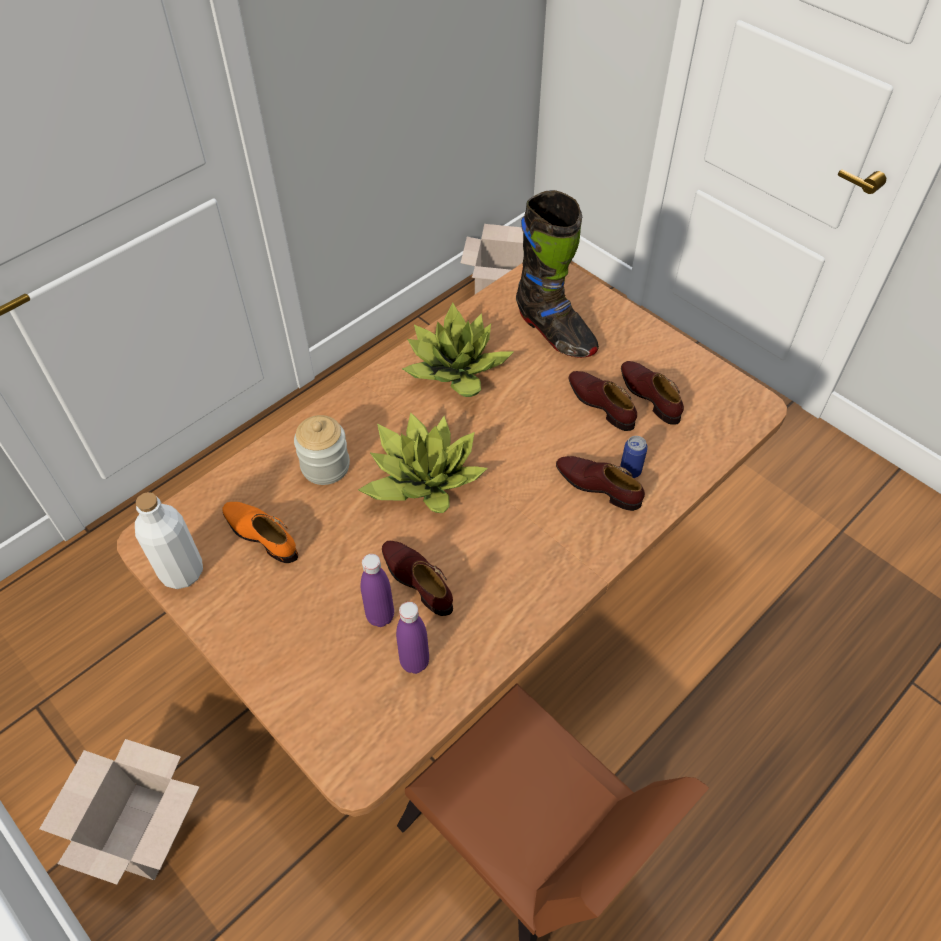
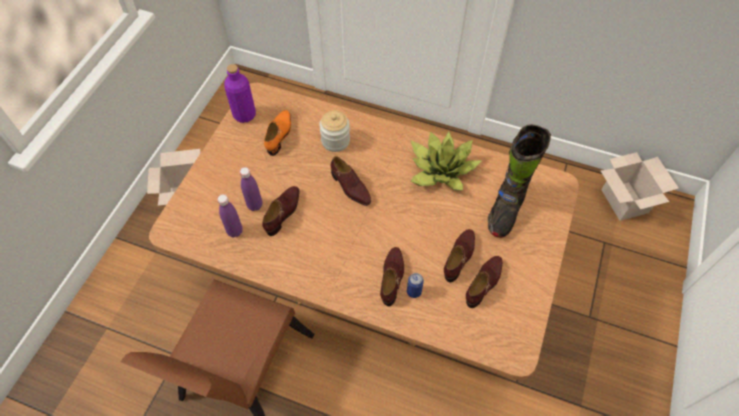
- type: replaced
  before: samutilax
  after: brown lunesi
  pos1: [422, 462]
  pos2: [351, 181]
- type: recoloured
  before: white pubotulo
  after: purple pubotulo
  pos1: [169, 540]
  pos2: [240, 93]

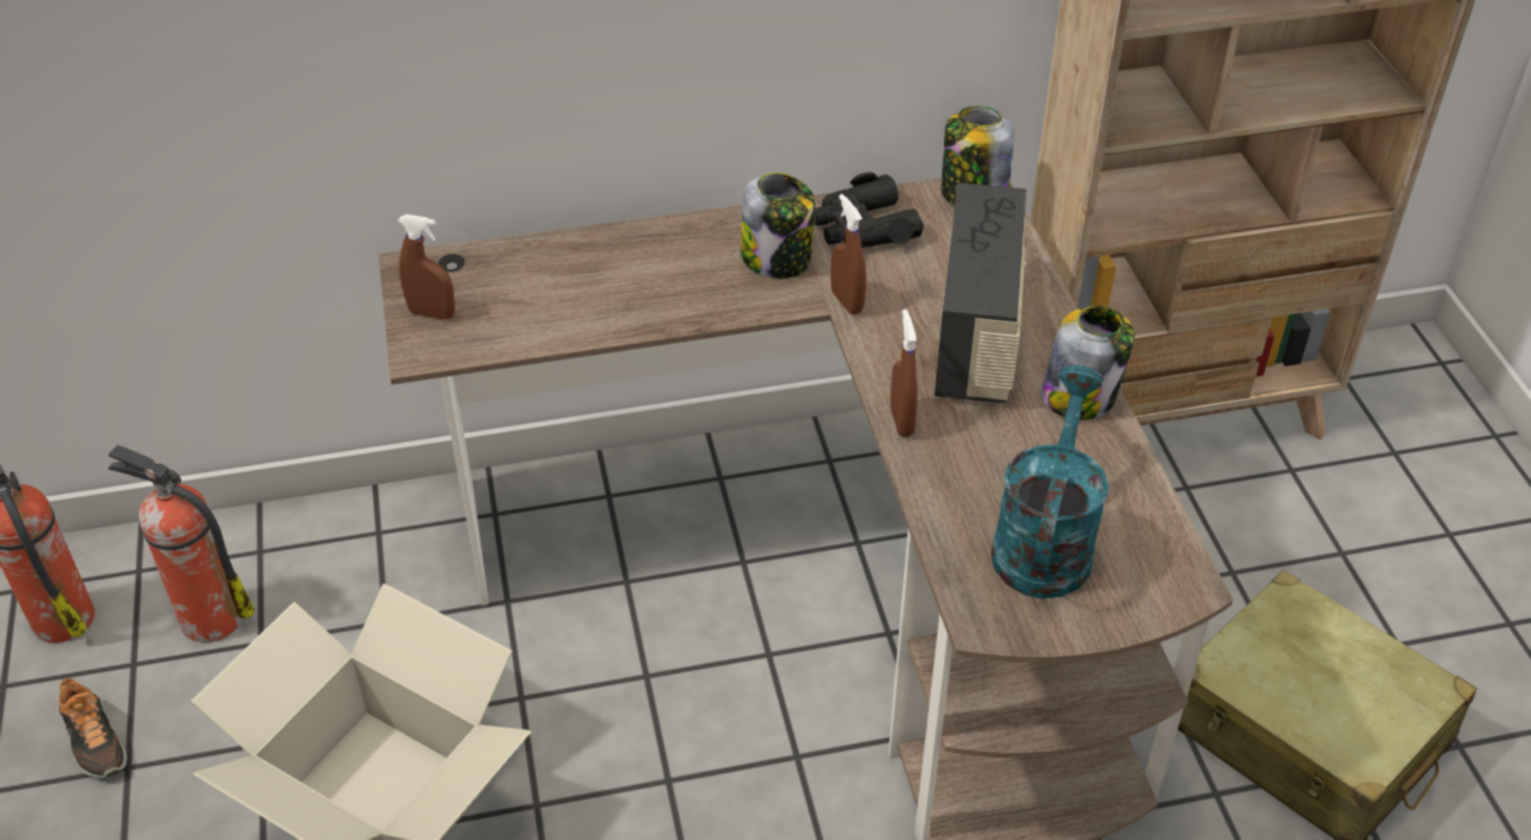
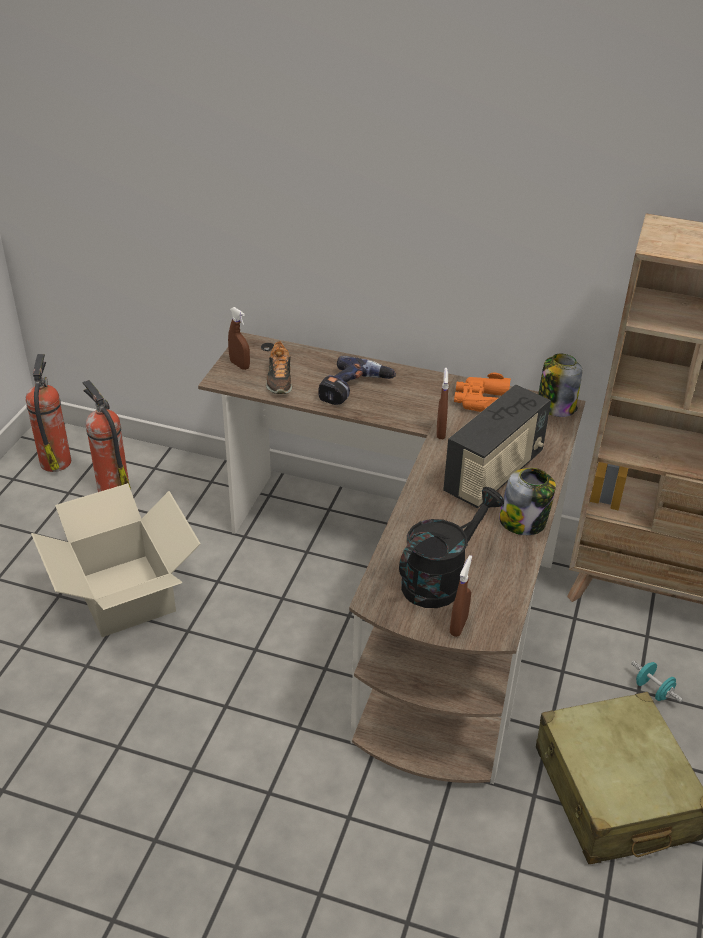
- type: removed
  before: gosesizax
  pos1: [778, 226]
- type: added
  after: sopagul
  pos2: [357, 380]
- type: added
  after: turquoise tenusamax
  pos2: [657, 681]
- type: moved
  before: lunesi
  pos1: [93, 727]
  pos2: [279, 367]
- type: moved
  before: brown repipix
  pos1: [904, 373]
  pos2: [461, 596]
- type: recoloured
  before: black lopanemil
  after: orange lopanemil
  pos1: [869, 210]
  pos2: [482, 392]
- type: recoloured
  before: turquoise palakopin
  after: black palakopin
  pos1: [1050, 482]
  pos2: [451, 547]

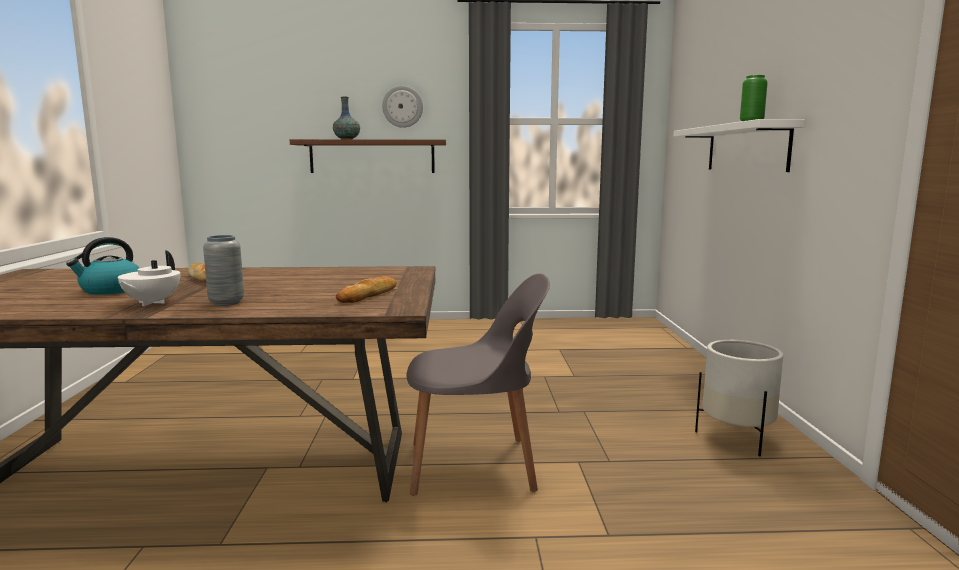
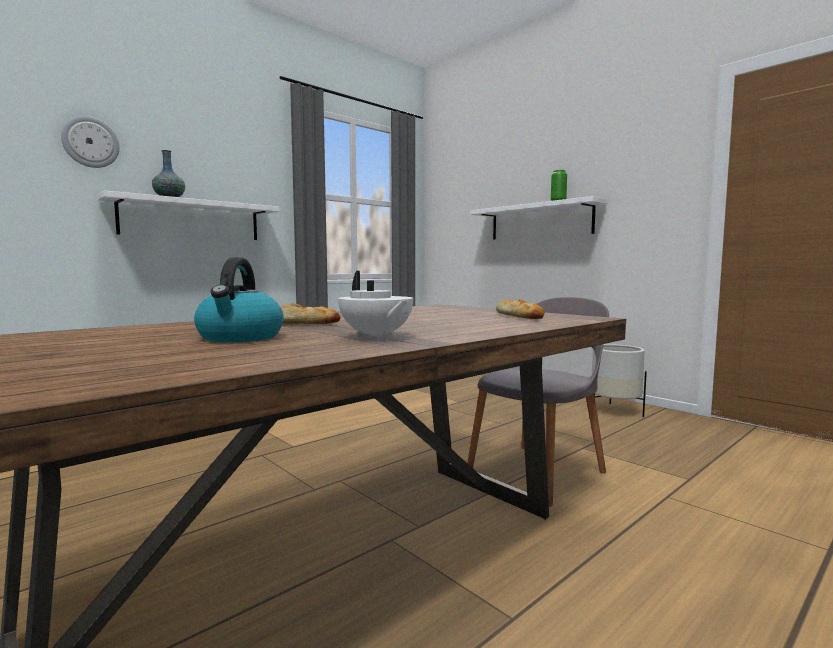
- type: removed
  before: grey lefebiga
  pos1: [223, 270]
- type: moved
  before: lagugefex
  pos1: [402, 106]
  pos2: [90, 142]
- type: recoloured
  before: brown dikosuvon
  after: white dikosuvon
  pos1: [368, 156]
  pos2: [188, 215]

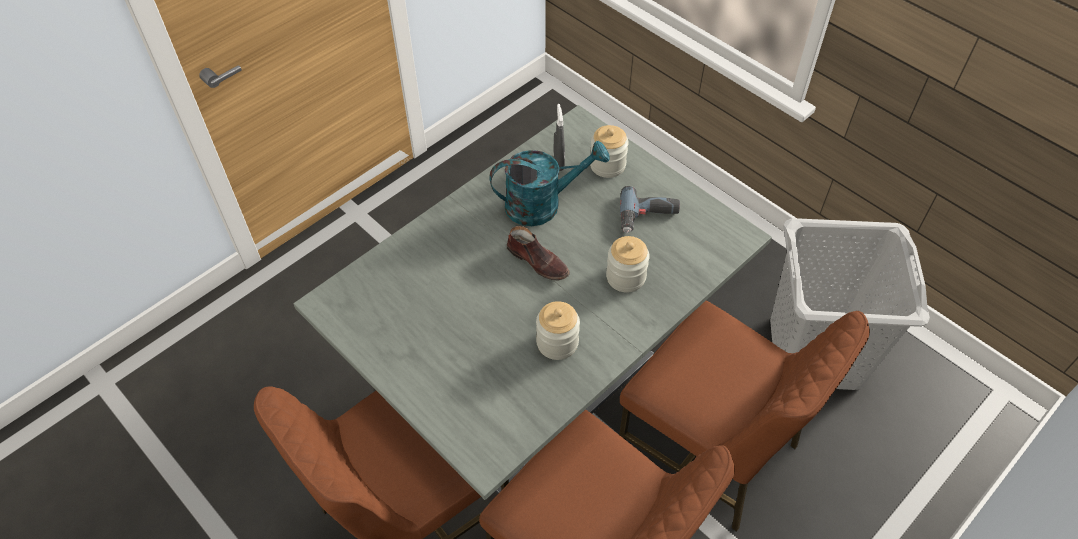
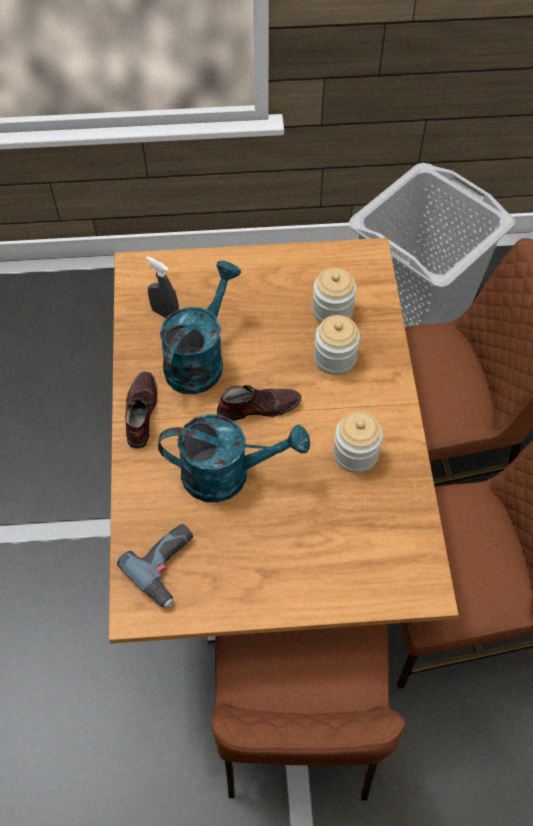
- type: added
  after: brown lunesi
  pos2: [141, 410]
- type: added
  after: turquoise palakopin
  pos2: [234, 458]
- type: moved
  before: gosesizax
  pos1: [609, 151]
  pos2: [334, 295]
- type: moved
  before: sopagul
  pos1: [650, 209]
  pos2: [155, 566]
- type: recoloured
  before: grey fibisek
  after: brown fibisek
  pos1: [532, 302]
  pos2: [284, 441]

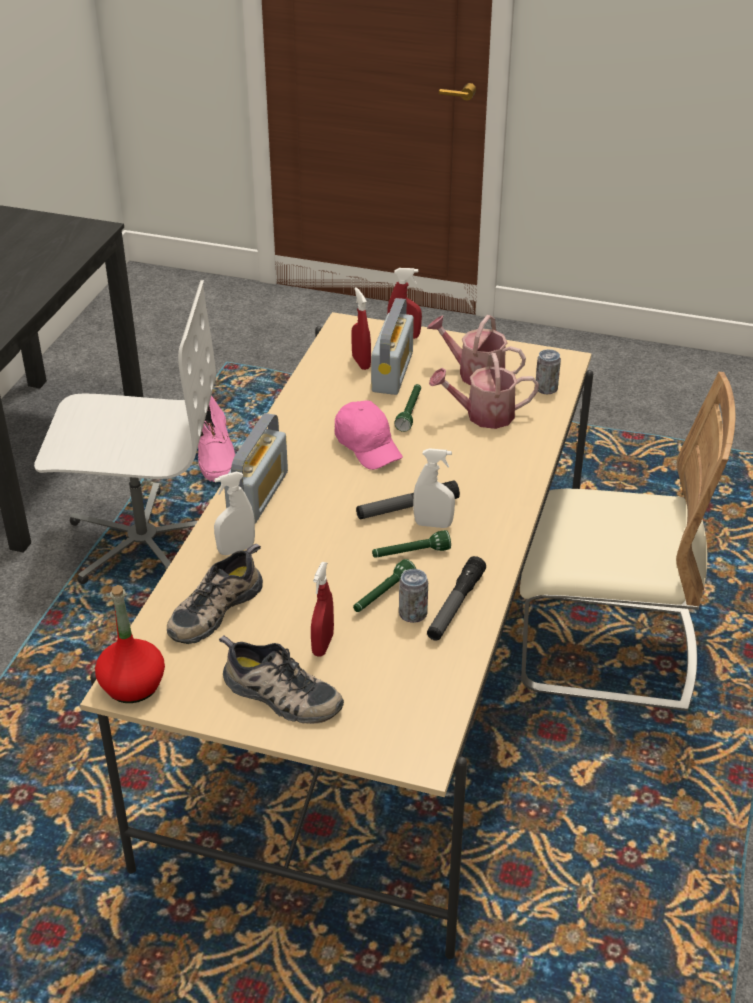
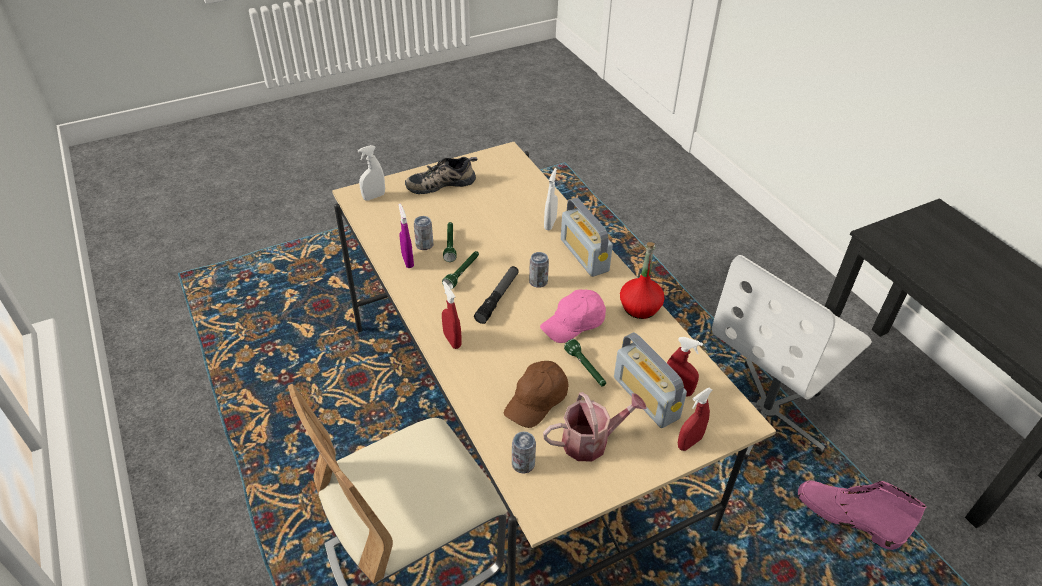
- type: removed
  before: lunesi
  pos1: [215, 594]
- type: added
  after: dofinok
  pos2: [539, 270]
- type: moved
  before: red pubotulo
  pos1: [130, 644]
  pos2: [642, 280]
- type: moved
  before: red repipix
  pos1: [322, 609]
  pos2: [452, 315]
- type: moved
  before: white repipix
  pos1: [434, 488]
  pos2: [371, 172]
- type: replaced
  before: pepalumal
  after: purple repipix
  pos1: [456, 598]
  pos2: [406, 235]
- type: replaced
  before: palakopin
  after: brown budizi
  pos1: [484, 391]
  pos2: [536, 394]
- type: turned
  before: pink budizi
  pos1: [368, 435]
  pos2: [573, 316]
  turn: -45

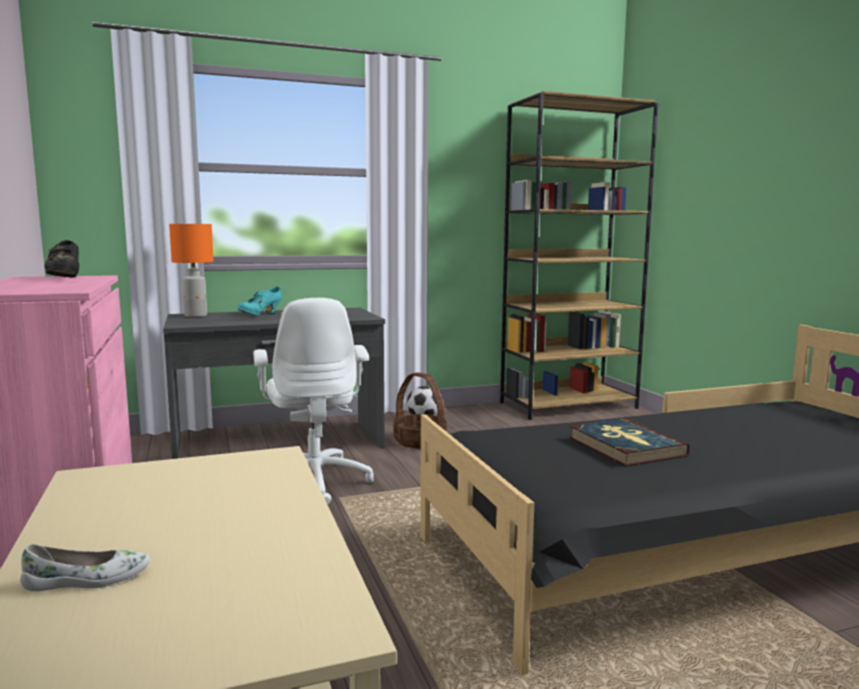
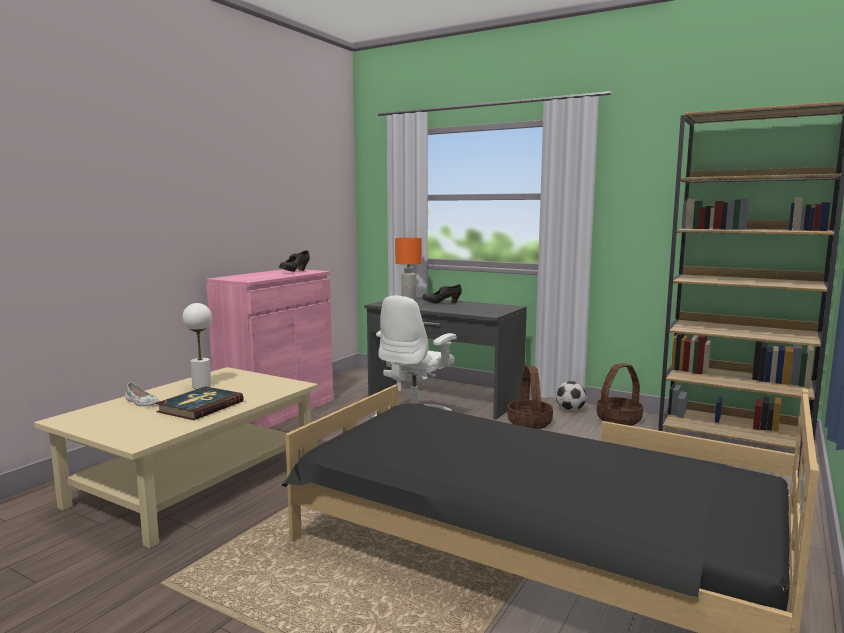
- type: added
  after: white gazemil
  pos2: [197, 346]
- type: added
  after: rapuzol
  pos2: [620, 394]
- type: moved
  before: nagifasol
  pos1: [629, 442]
  pos2: [200, 403]
- type: recoloured
  before: turquoise lunesi
  after: black lunesi
  pos1: [259, 300]
  pos2: [442, 293]

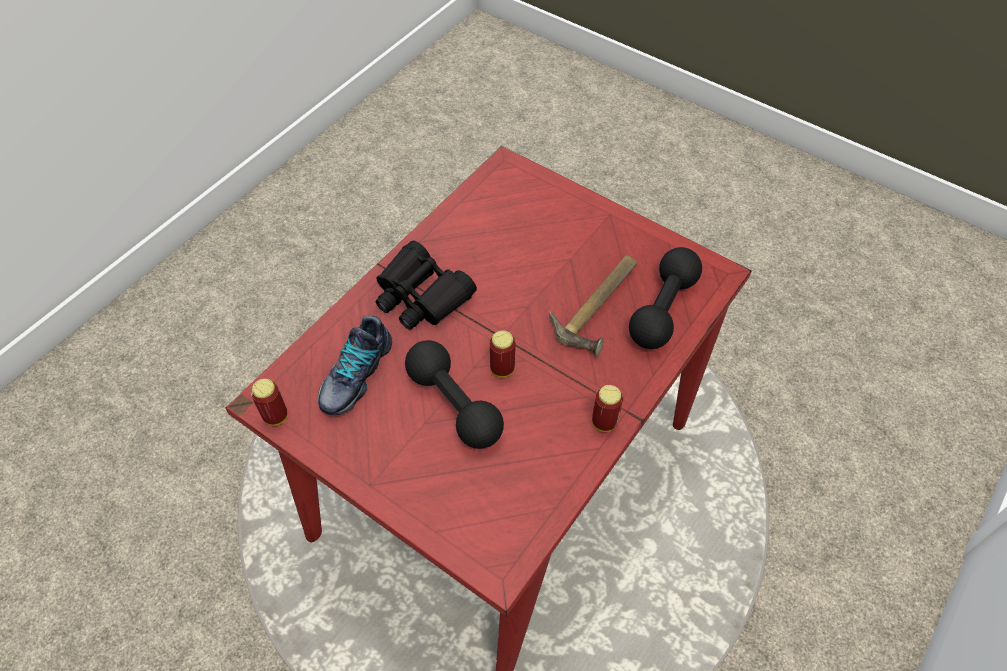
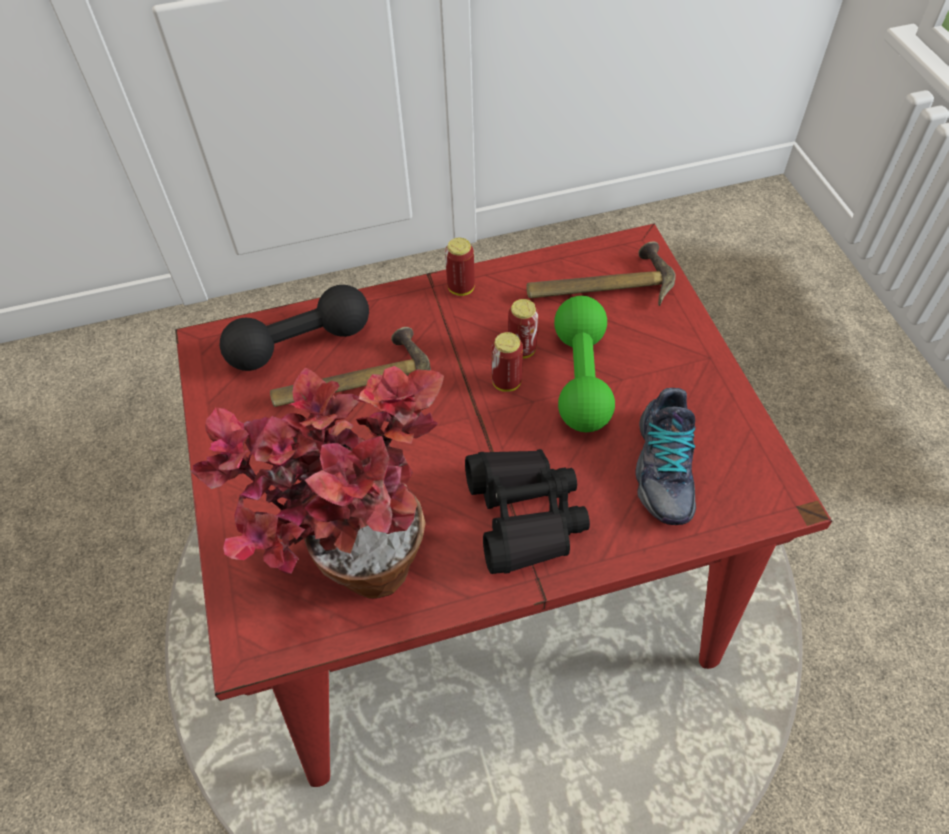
- type: added
  after: samutilax
  pos2: [317, 482]
- type: added
  after: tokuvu
  pos2: [601, 273]
- type: moved
  before: dofinok
  pos1: [269, 402]
  pos2: [523, 329]
- type: recoloured
  before: black tenusamax
  after: green tenusamax
  pos1: [454, 394]
  pos2: [584, 364]
- type: turned
  before: lunesi
  pos1: [355, 365]
  pos2: [665, 456]
  turn: 120

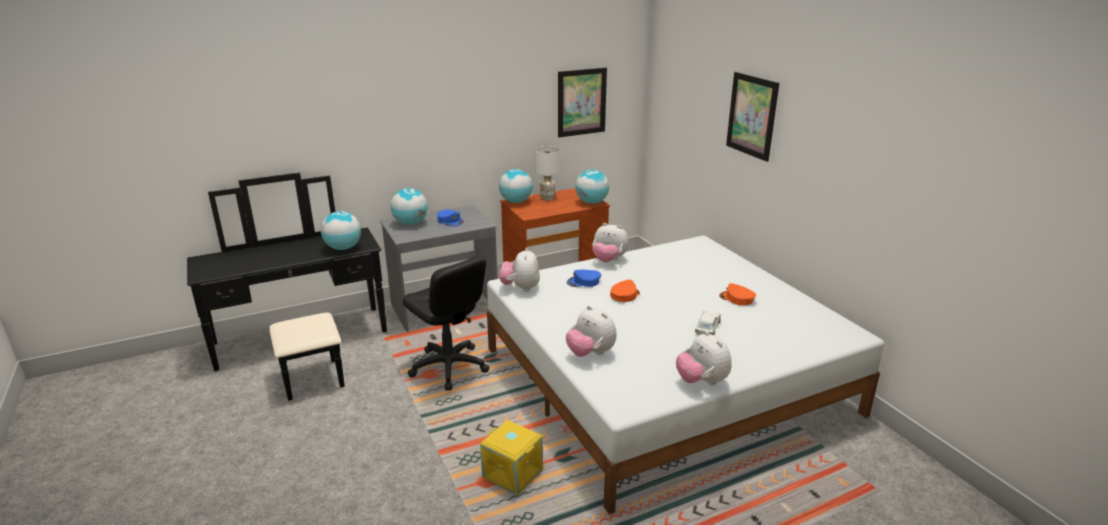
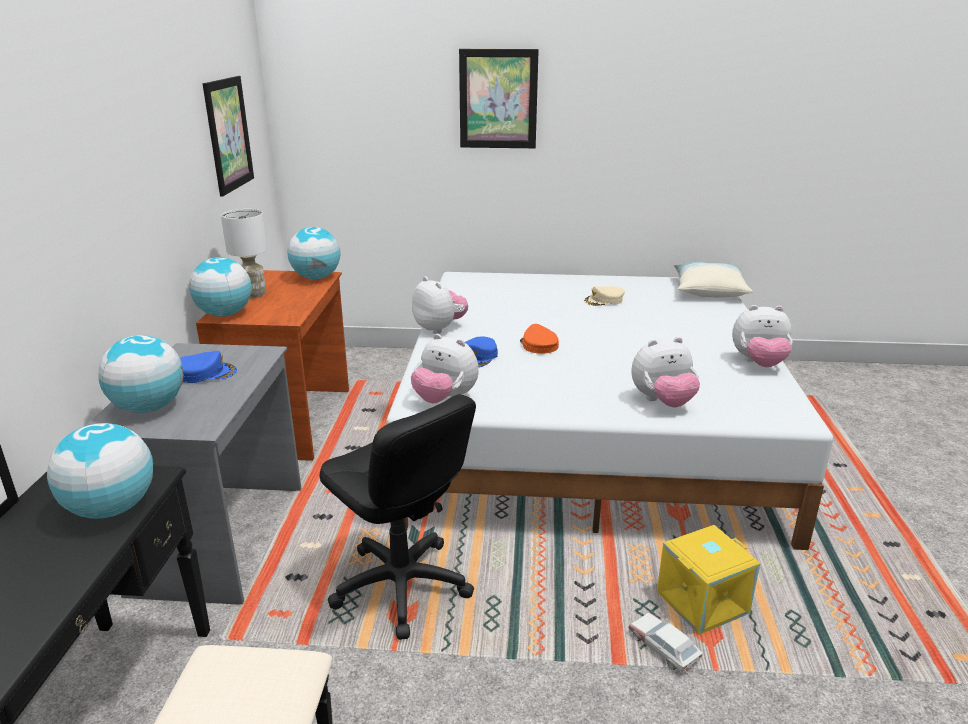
- type: added
  after: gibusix
  pos2: [713, 280]
- type: moved
  before: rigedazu
  pos1: [708, 323]
  pos2: [665, 642]
- type: recoloured
  before: orange budizi
  after: beige budizi
  pos1: [737, 294]
  pos2: [604, 296]
- type: turned
  before: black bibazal
  pos1: [446, 323]
  pos2: [397, 517]
  turn: 60
- type: turned
  before: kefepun
  pos1: [611, 242]
  pos2: [440, 305]
  turn: -90

